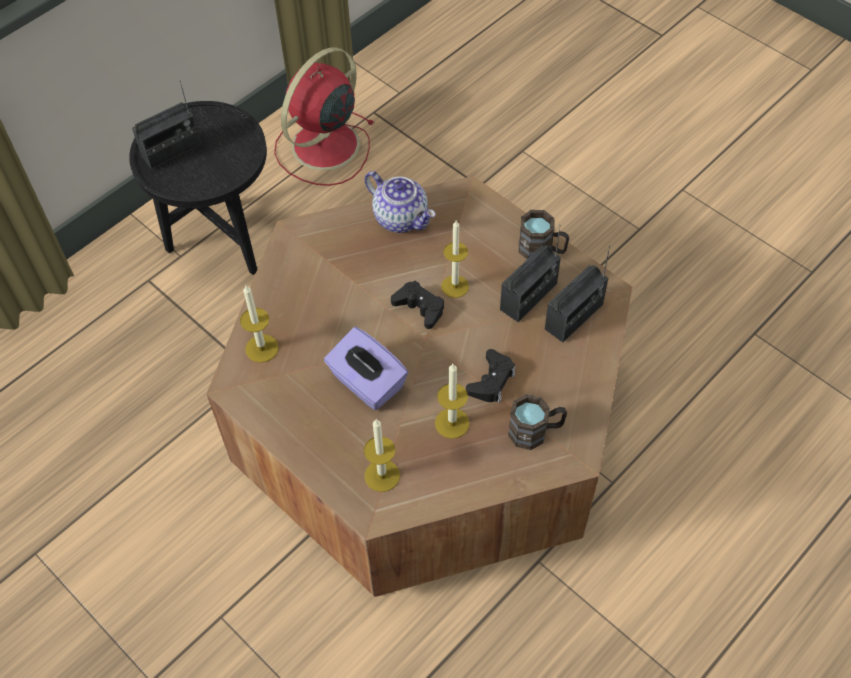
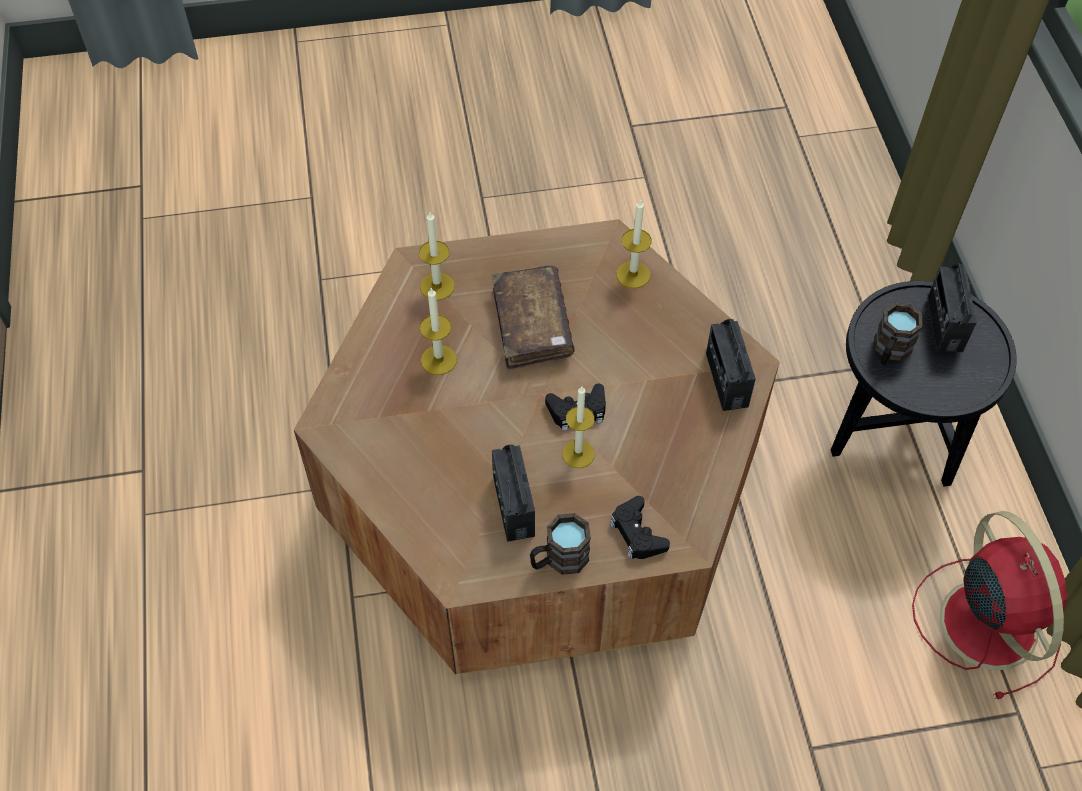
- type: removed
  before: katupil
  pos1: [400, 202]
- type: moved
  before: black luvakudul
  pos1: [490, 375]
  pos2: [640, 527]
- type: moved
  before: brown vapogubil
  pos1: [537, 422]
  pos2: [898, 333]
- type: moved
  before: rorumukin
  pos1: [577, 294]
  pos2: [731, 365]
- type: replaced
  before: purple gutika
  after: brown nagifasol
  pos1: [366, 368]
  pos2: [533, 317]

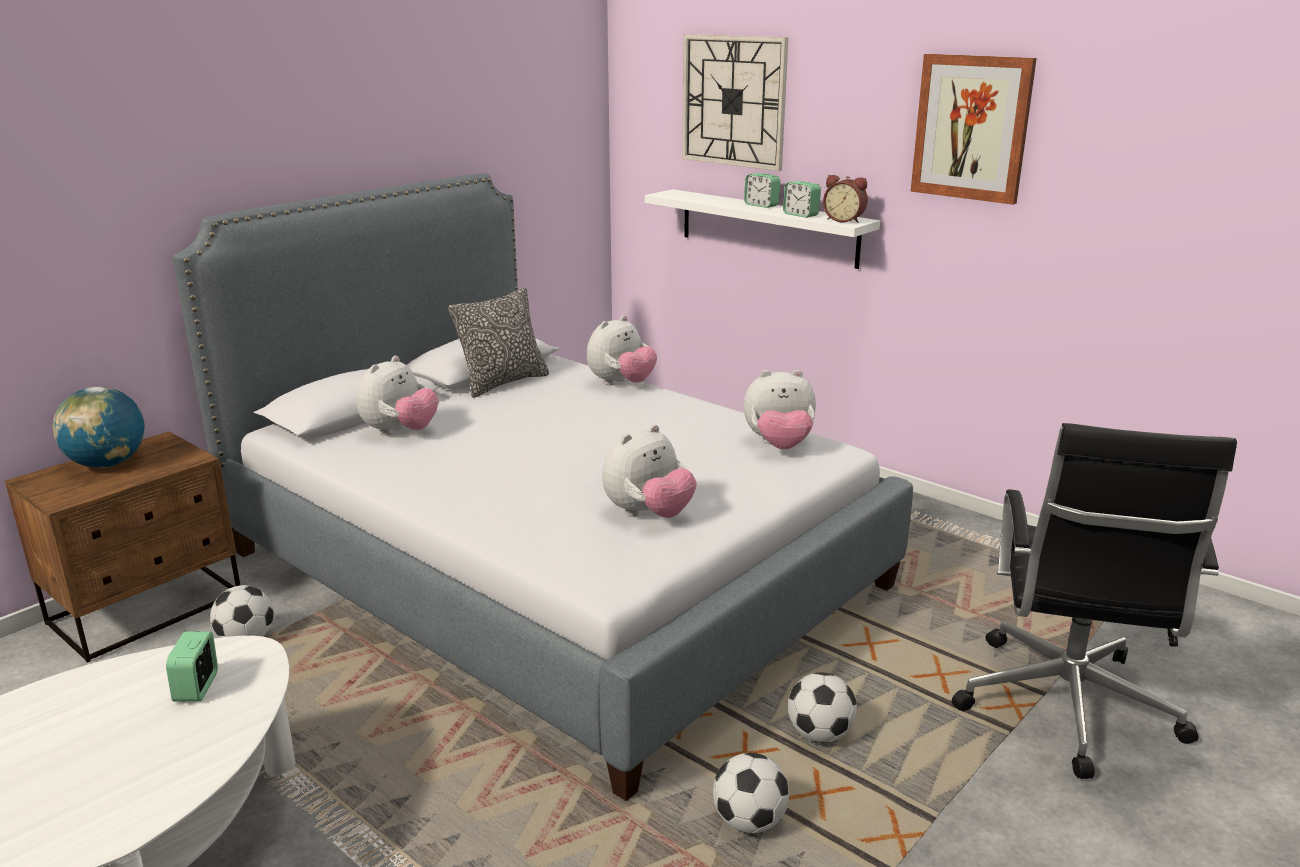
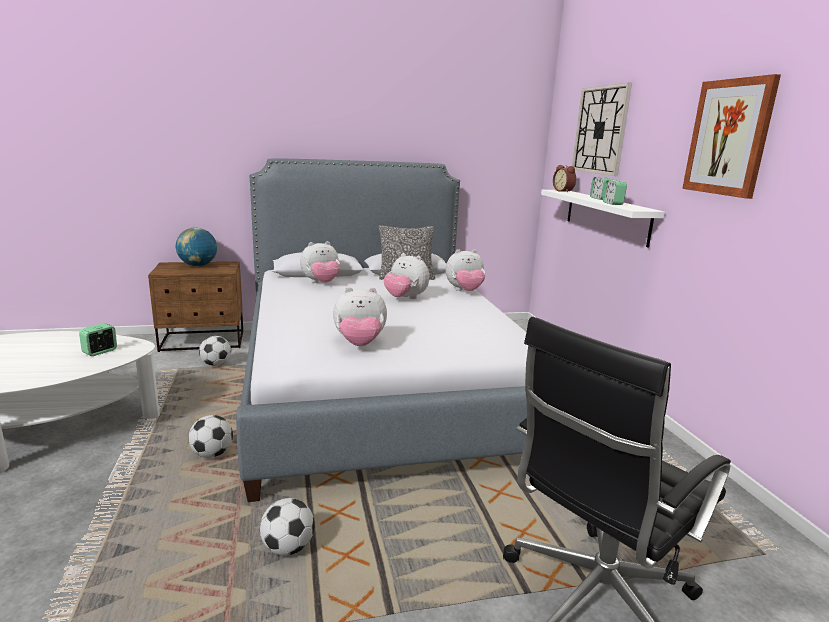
- type: moved
  before: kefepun
  pos1: [780, 409]
  pos2: [406, 276]
- type: moved
  before: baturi
  pos1: [822, 707]
  pos2: [210, 436]
- type: moved
  before: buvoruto
  pos1: [845, 199]
  pos2: [564, 179]

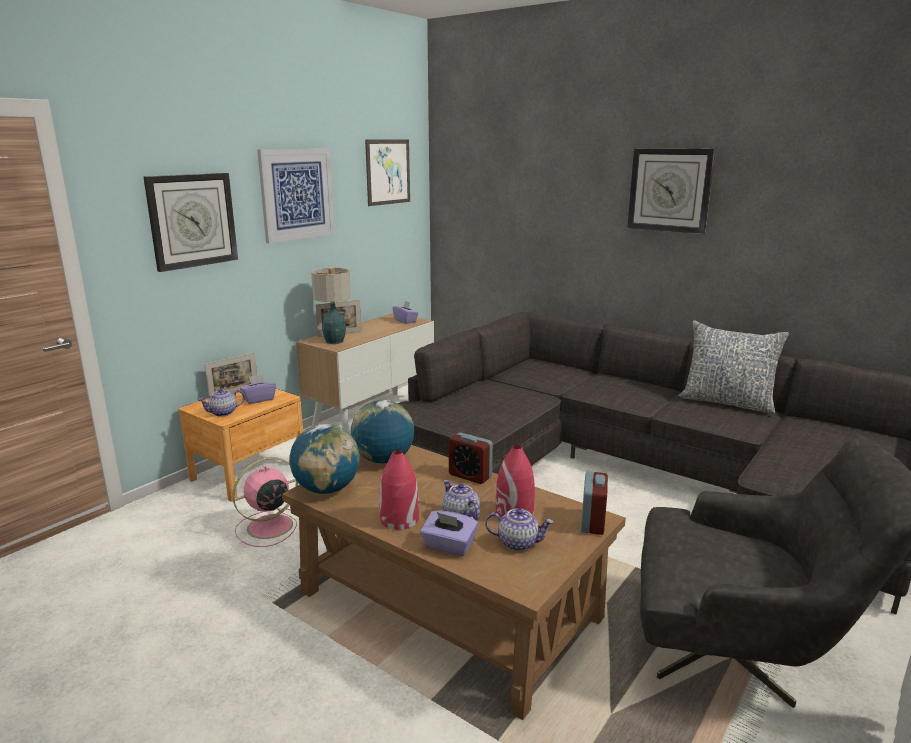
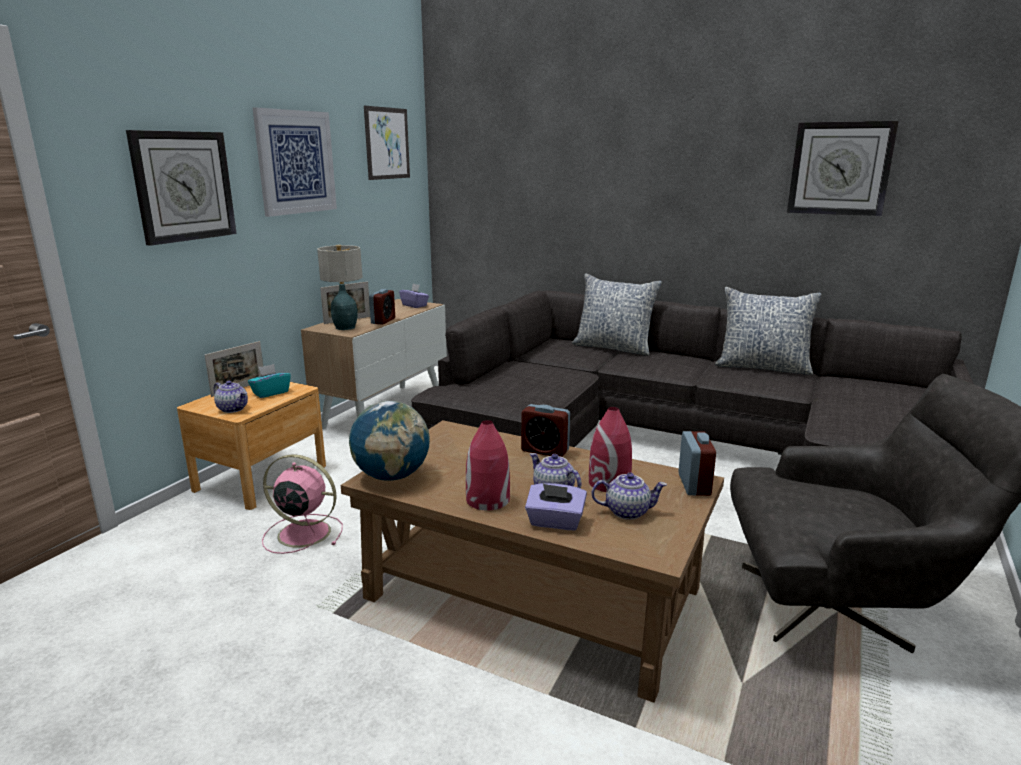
- type: removed
  before: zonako
  pos1: [382, 431]
- type: added
  after: buvoruto
  pos2: [382, 307]
- type: added
  after: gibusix
  pos2: [617, 314]
- type: moved
  before: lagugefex
  pos1: [671, 191]
  pos2: [843, 168]
- type: recoloured
  before: purple gutika
  after: turquoise gutika
  pos1: [258, 389]
  pos2: [269, 381]
- type: turned
  before: katupil
  pos1: [221, 402]
  pos2: [231, 397]
  turn: -105
- type: turned
  before: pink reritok
  pos1: [265, 502]
  pos2: [302, 504]
  turn: 60

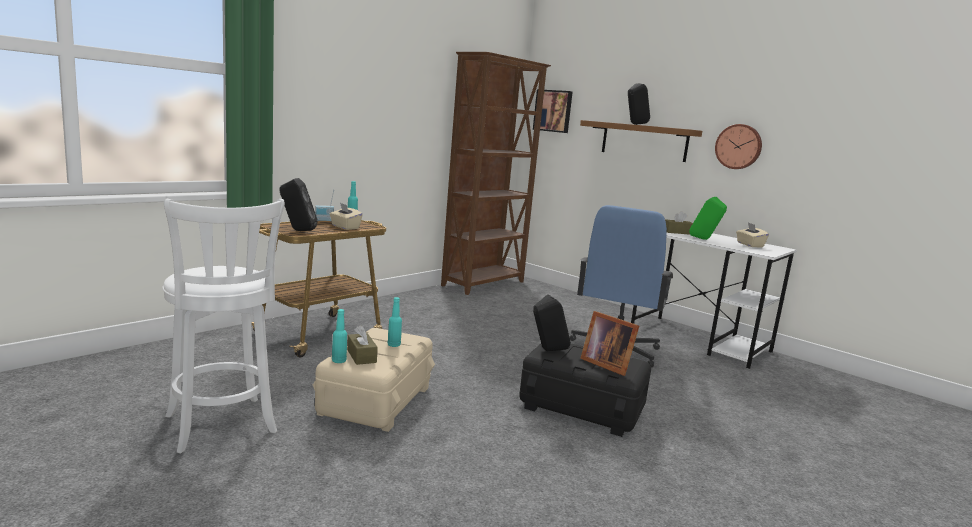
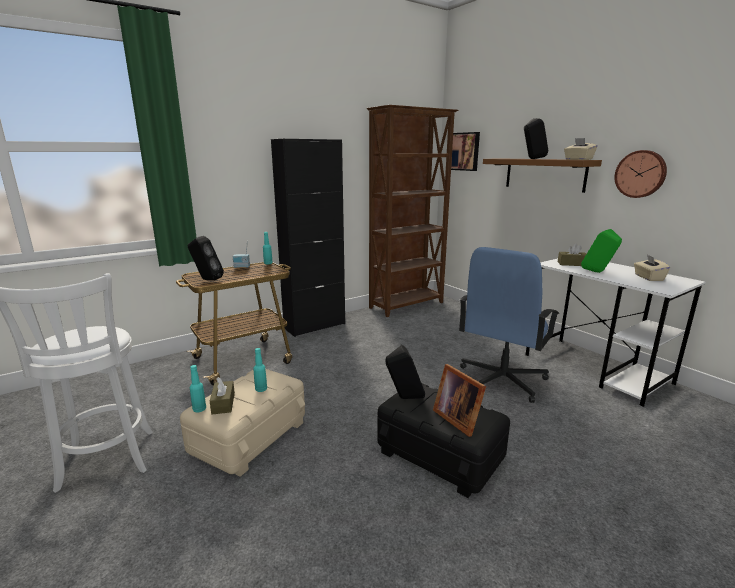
- type: added
  after: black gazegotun
  pos2: [308, 238]
- type: moved
  before: beige gutika
  pos1: [346, 216]
  pos2: [580, 149]

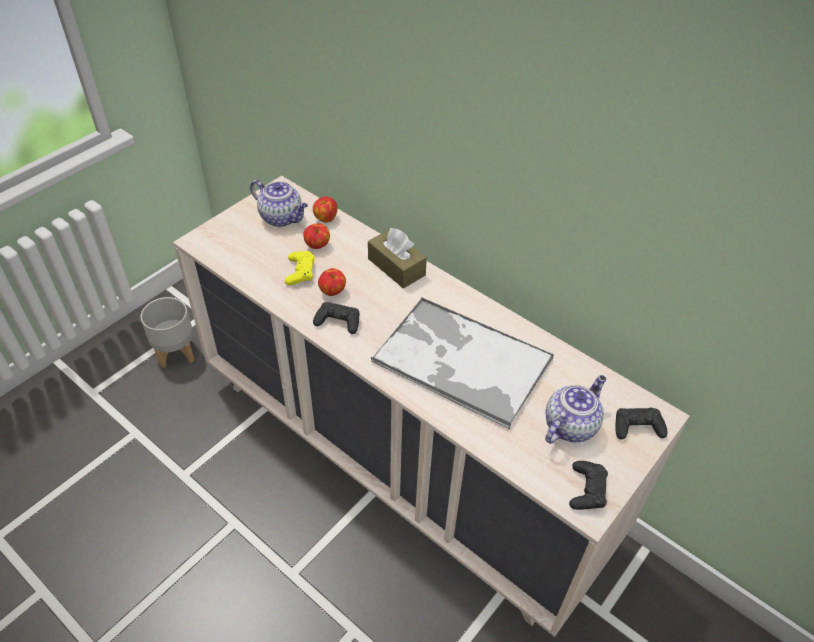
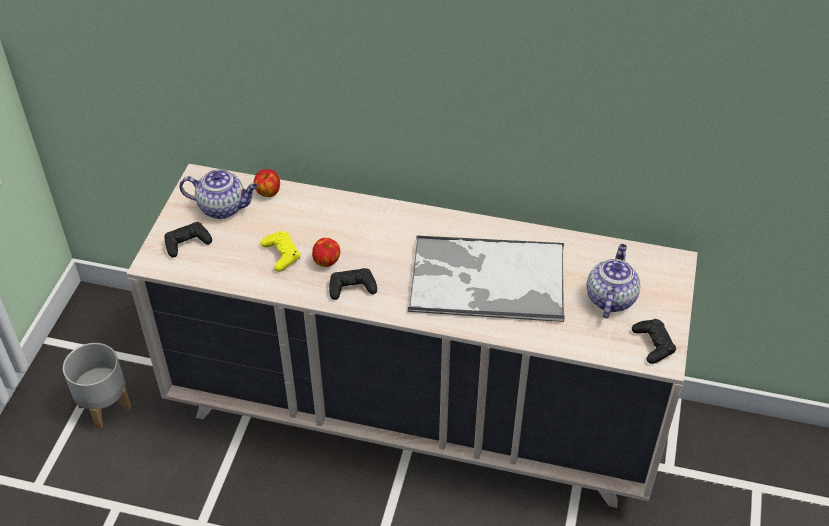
- type: removed
  before: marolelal
  pos1: [316, 236]
- type: removed
  before: brown gutika
  pos1: [397, 258]
- type: moved
  before: black luvakudul
  pos1: [641, 423]
  pos2: [188, 240]

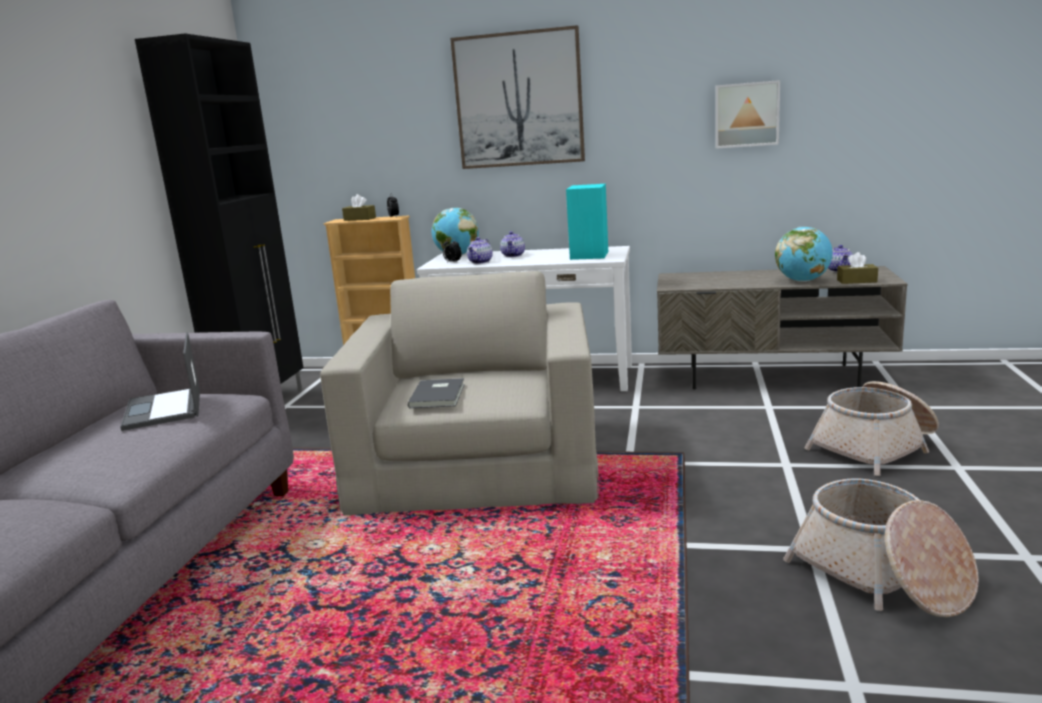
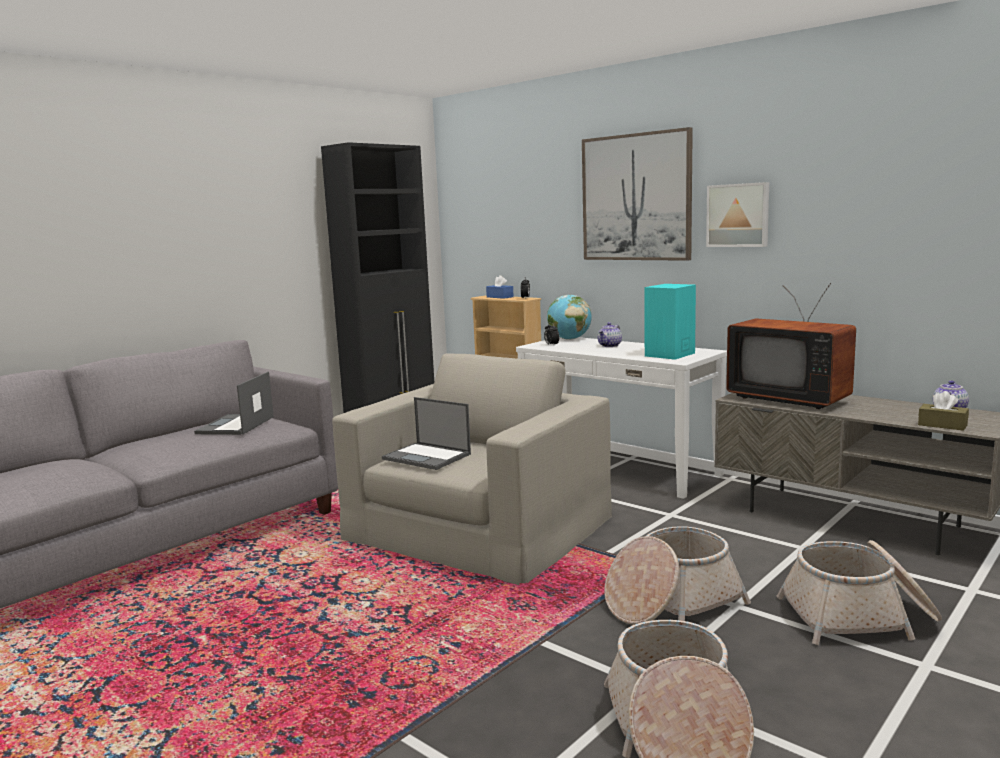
- type: removed
  before: katupil
  pos1: [480, 250]
- type: removed
  before: zonako
  pos1: [804, 254]
- type: added
  after: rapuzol
  pos2: [677, 575]
- type: added
  after: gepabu
  pos2: [791, 346]
- type: moved
  before: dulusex
  pos1: [747, 114]
  pos2: [737, 214]
- type: replaced
  before: grey nagifasol
  after: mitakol
  pos1: [436, 393]
  pos2: [426, 433]
- type: recoloured
  before: brown gutika
  after: blue gutika
  pos1: [359, 207]
  pos2: [500, 287]

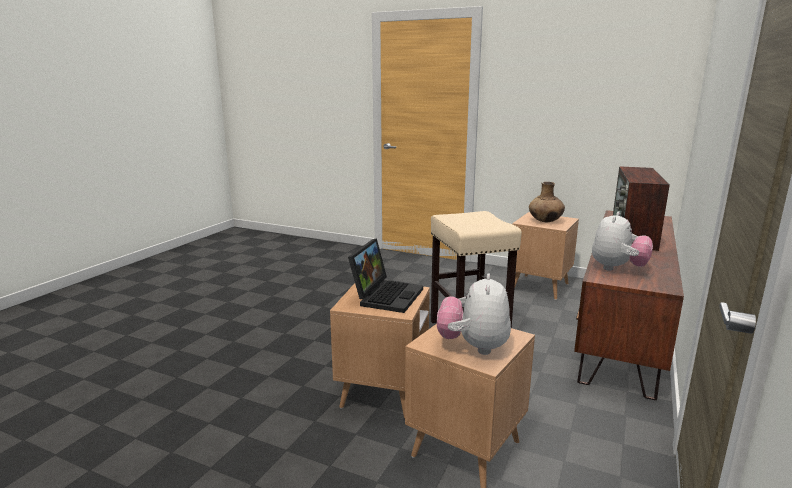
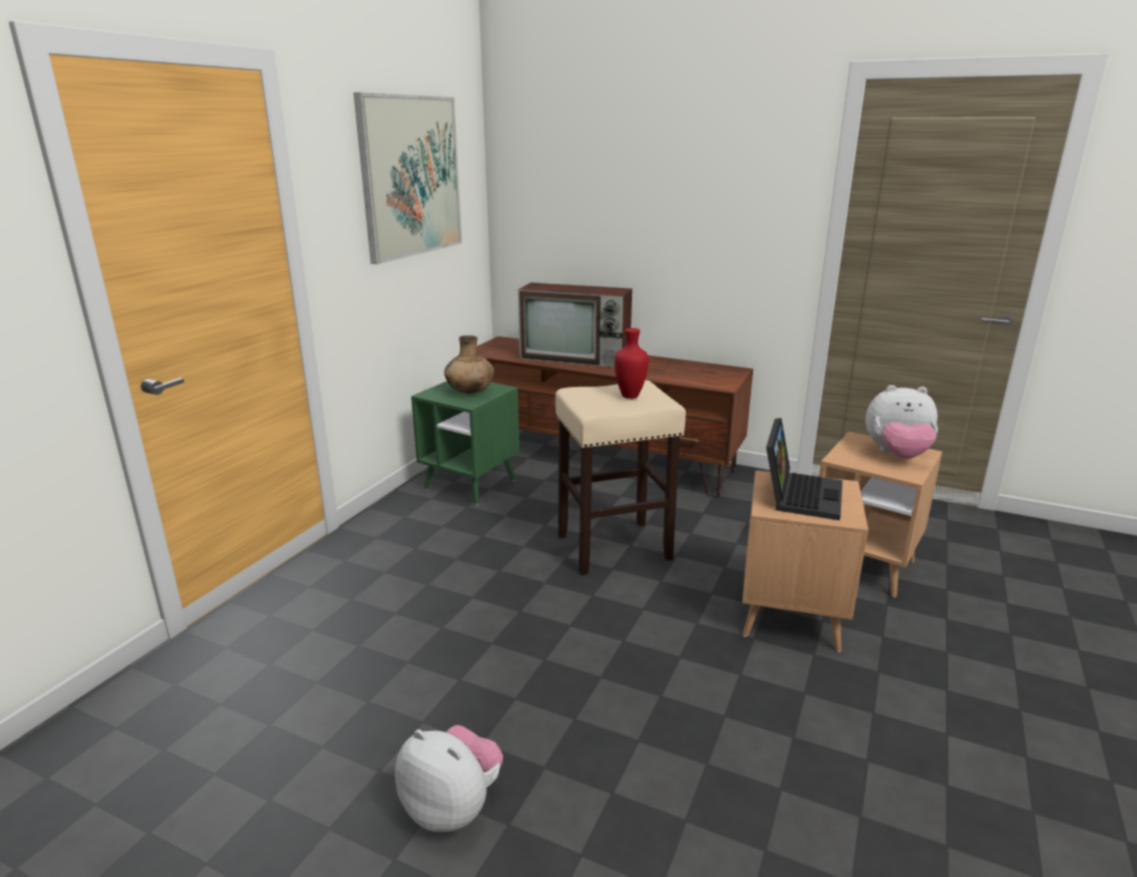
- type: added
  after: dulusex
  pos2: [408, 178]
- type: added
  after: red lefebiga
  pos2: [631, 363]
- type: moved
  before: kefepun
  pos1: [622, 241]
  pos2: [449, 778]
- type: recoloured
  before: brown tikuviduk
  after: green tikuviduk
  pos1: [545, 256]
  pos2: [465, 443]
- type: turned
  before: mitakol
  pos1: [385, 275]
  pos2: [804, 469]
  turn: 90

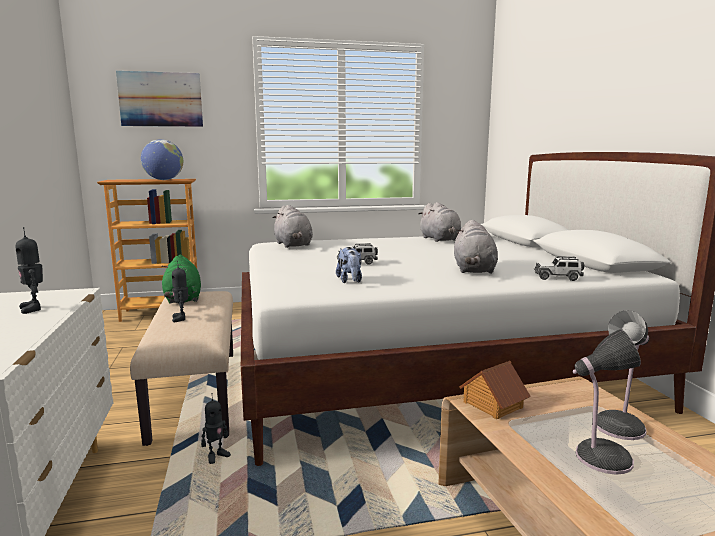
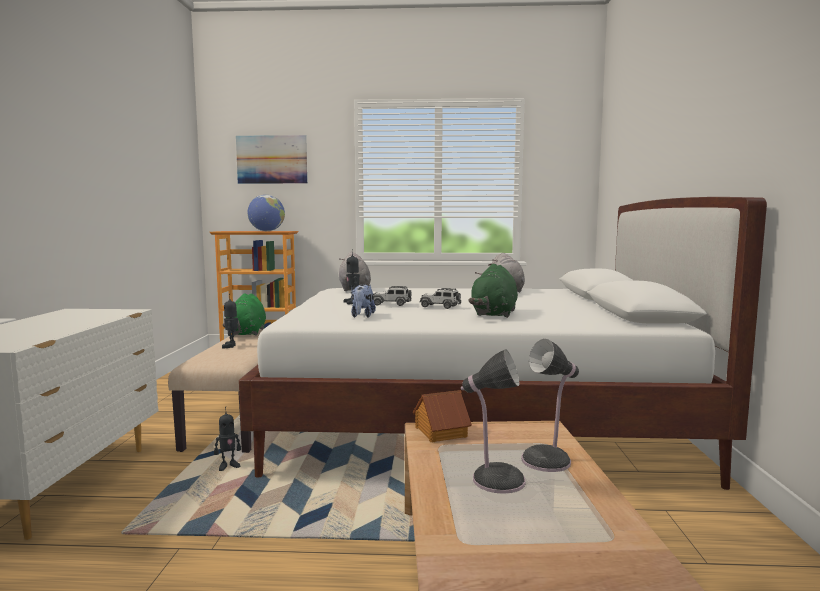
- type: moved
  before: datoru
  pos1: [29, 270]
  pos2: [351, 276]
- type: moved
  before: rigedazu
  pos1: [559, 268]
  pos2: [440, 298]
- type: recoloured
  before: grey kefepun
  after: green kefepun
  pos1: [476, 247]
  pos2: [493, 291]

